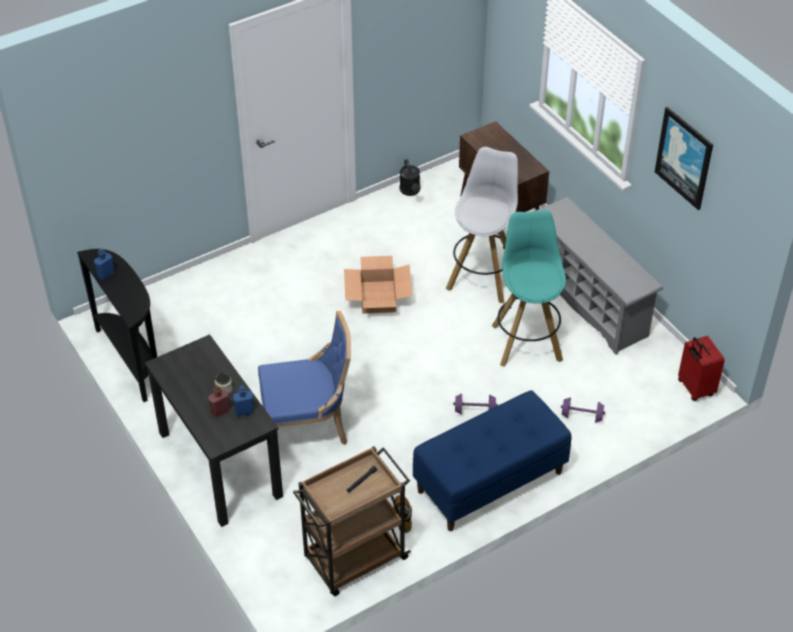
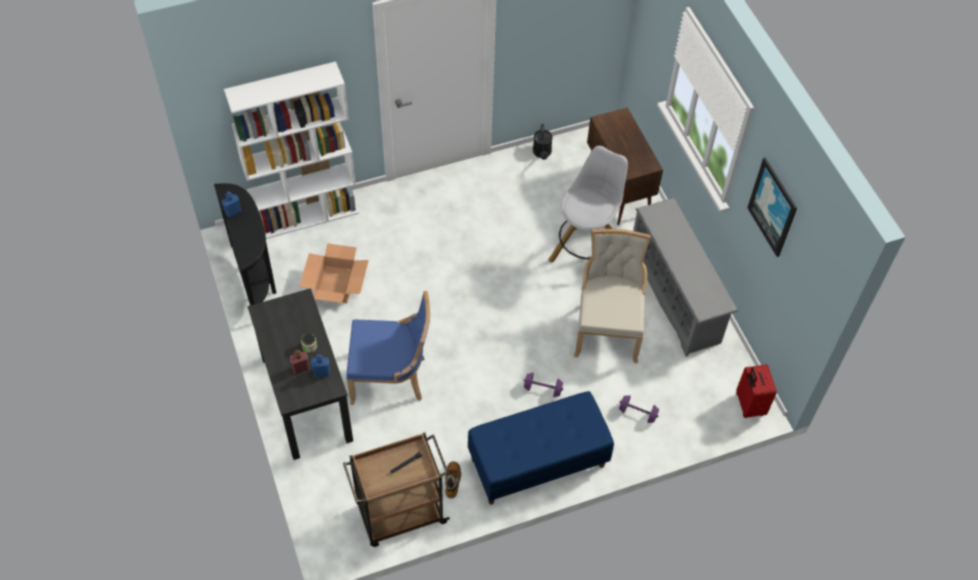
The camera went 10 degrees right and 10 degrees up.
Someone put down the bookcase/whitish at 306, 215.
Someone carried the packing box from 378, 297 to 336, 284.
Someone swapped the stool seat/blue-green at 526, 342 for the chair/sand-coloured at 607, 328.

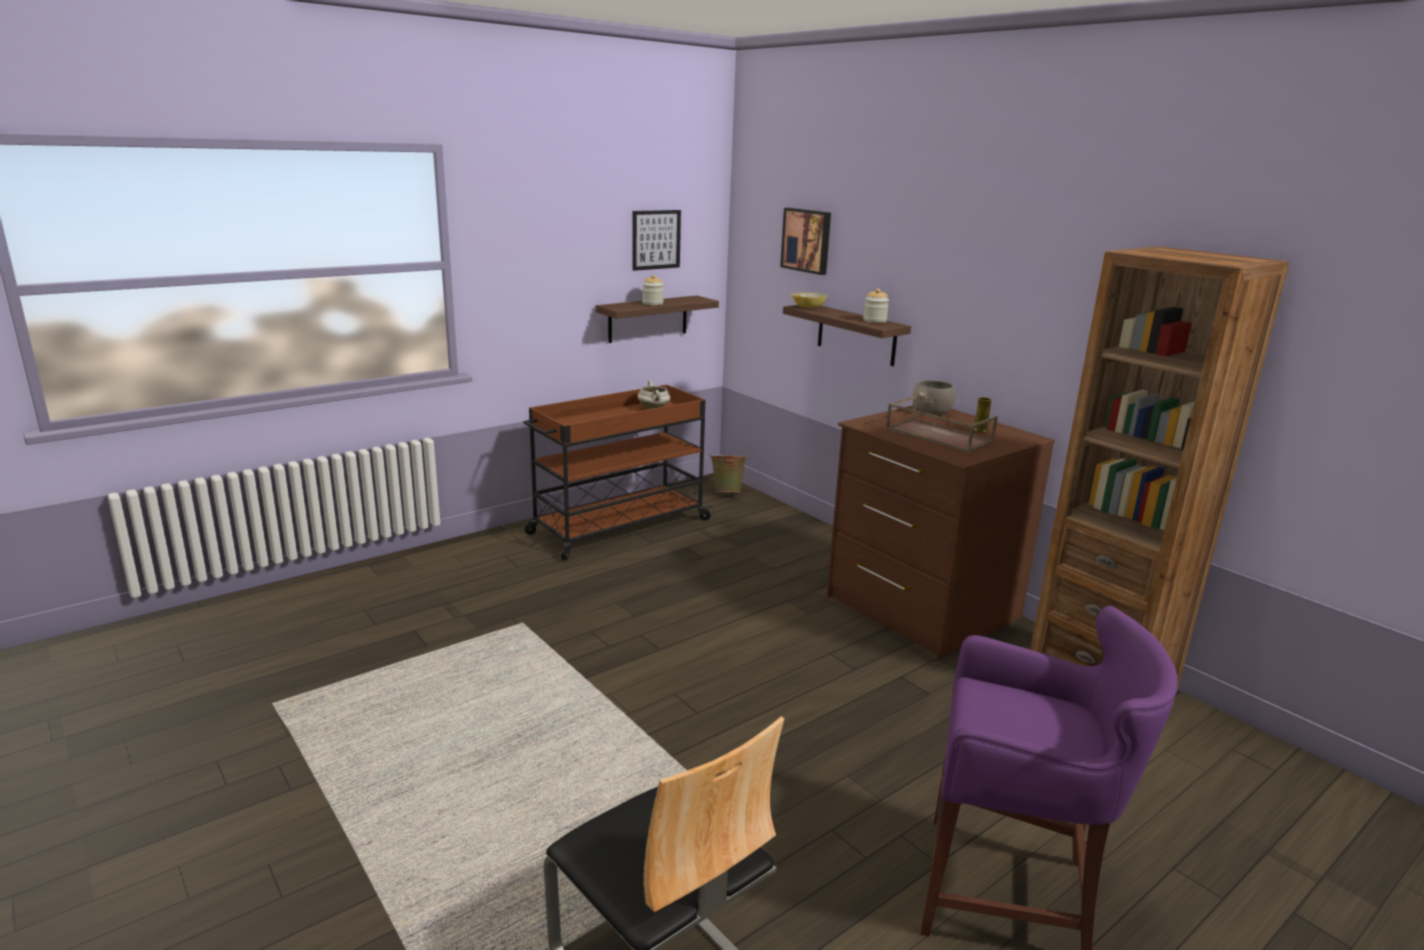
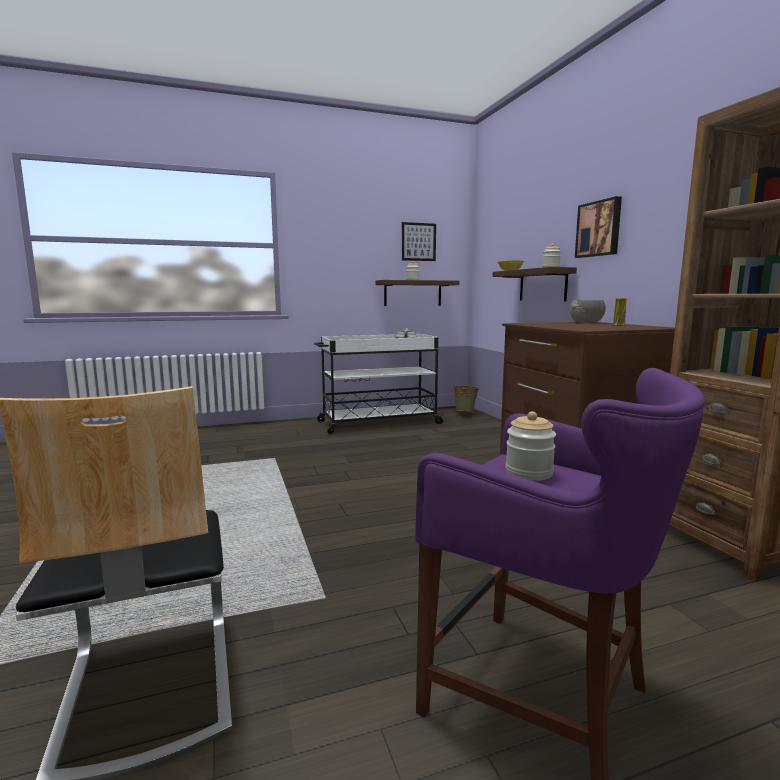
The camera went 20 degrees right and 10 degrees down.
Someone took away the serving tray/brown at 937, 435.
Someone put down the preserve jar at 529, 473.
Someone carried the wall art from 807, 240 to 599, 229.
Someone repainted the cart/brown at 617, 527, which became the cart/whitish at 378, 423.

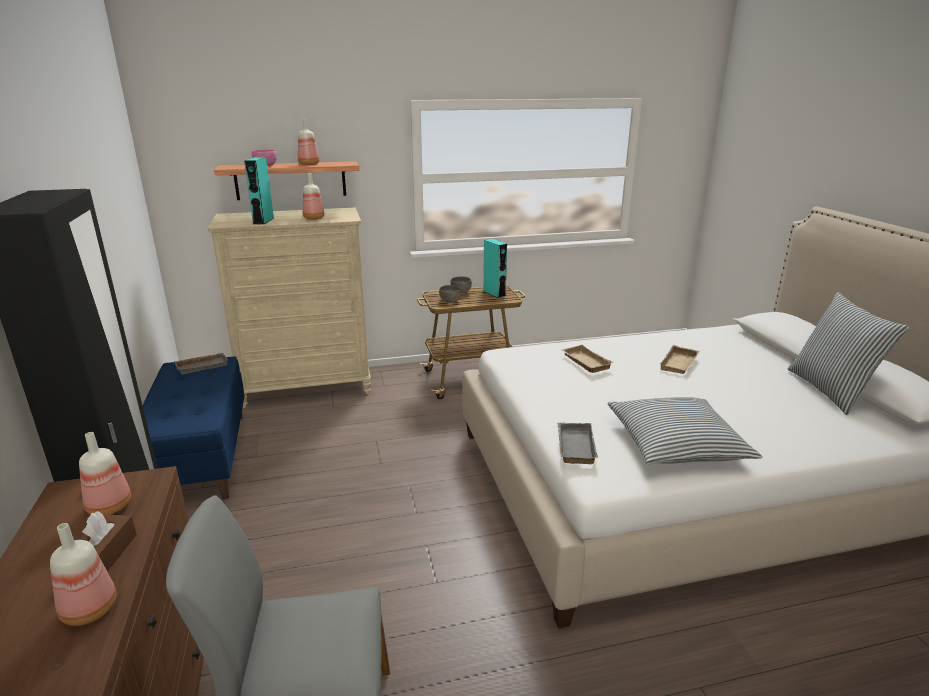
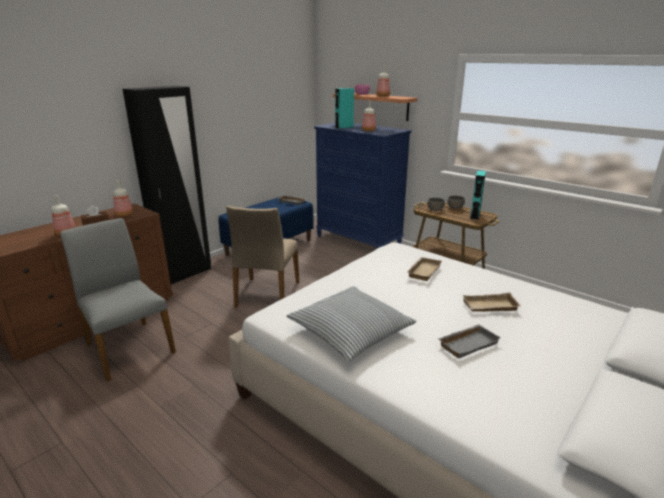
The camera went 55 degrees right and 0 degrees up.
Someone took away the throw pillow at 831, 391.
Someone put down the chair/sand-coloured at 266, 294.
Someone carried the serving tray/gray from 573, 446 to 467, 343.
Someone repainted the drawer chest/sand-coloured at 307, 387, which became the drawer chest/bluish at 358, 240.

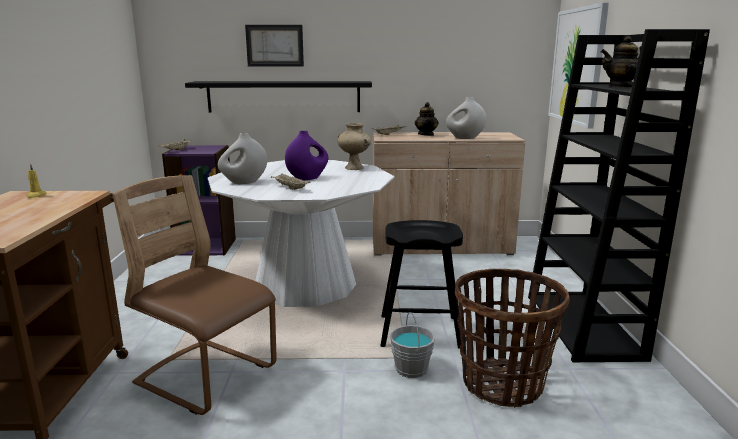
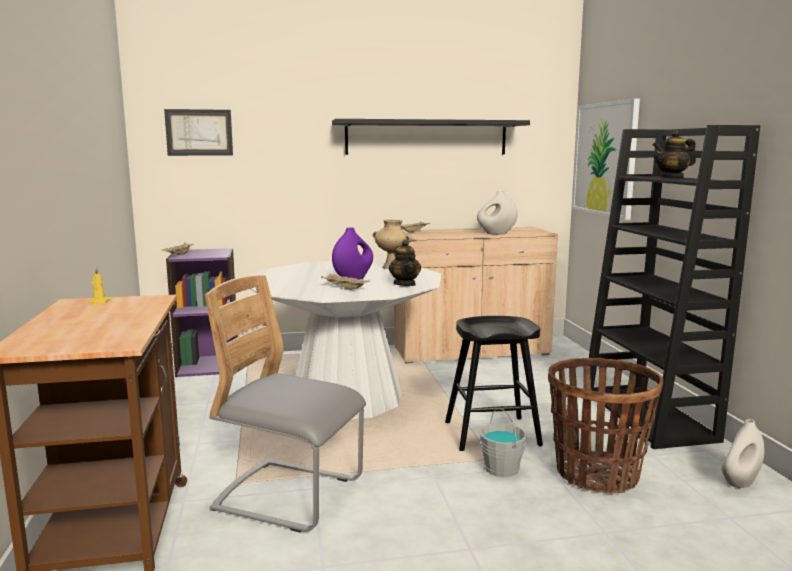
The camera went 10 degrees left and 5 degrees down.
Someone carried the bracket shelf/black-coloured from 283, 96 to 426, 137.
Someone carried the vase/whitish from 244, 182 to 740, 482.
Someone carried the wall art from 275, 45 to 199, 132.
Someone carried the teapot from 426, 135 to 405, 284.
Someone repainted the chair/brown at 207, 377, which became the chair/gray at 289, 496.

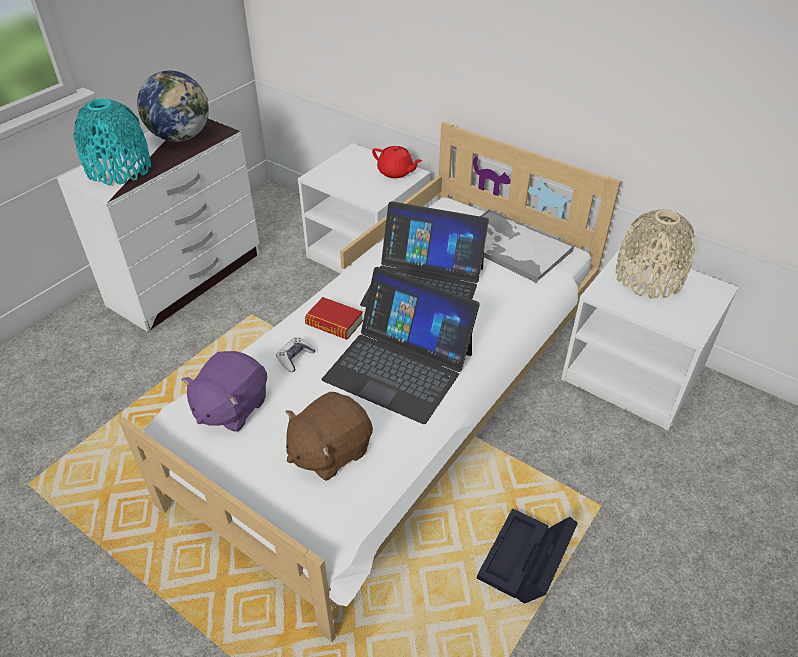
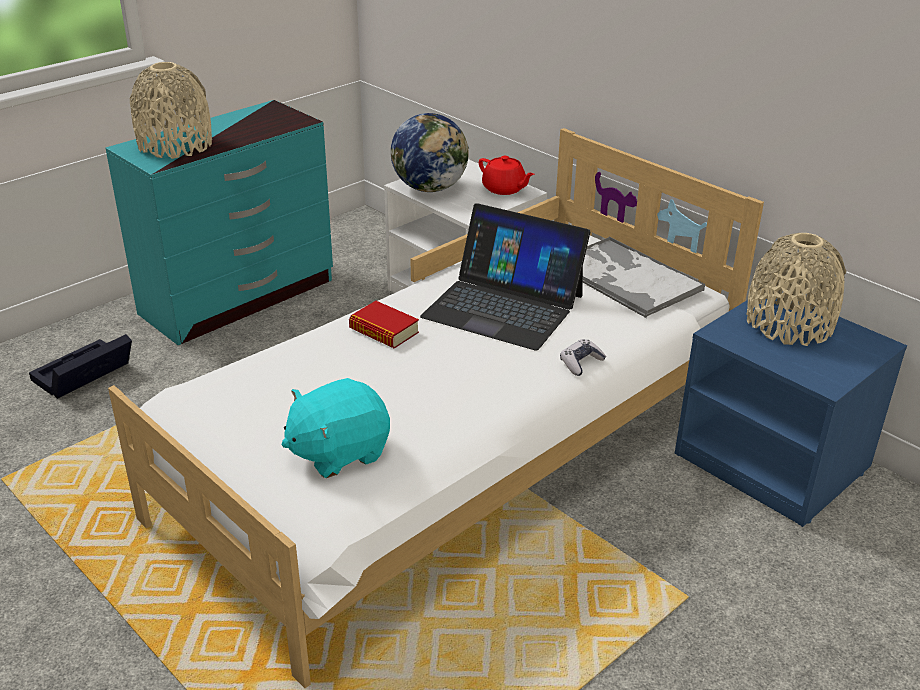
The camera went 10 degrees right and 10 degrees down.
Someone took away the soft toy/purple-coloured at 231, 407.
Someone took away the notebook computer at 399, 366.
Someone carried the world globe from 181, 137 to 430, 188.
Someone carried the gamepad from 295, 358 to 581, 363.
Someone carried the storage box/black-coloured from 524, 563 to 82, 376.
Someone repainted the drawer chest/whitish at 188, 279, which became the drawer chest/blue-green at 240, 297.
Someone repainted the vase/blue-green at 119, 169, which became the vase/sand-coloured at 175, 145.
Someone repainted the soft toy/brown at 329, 451, which became the soft toy/blue-green at 338, 452.
Someone repainted the bedside table/whitish at 633, 375, which became the bedside table/bluish at 774, 461.

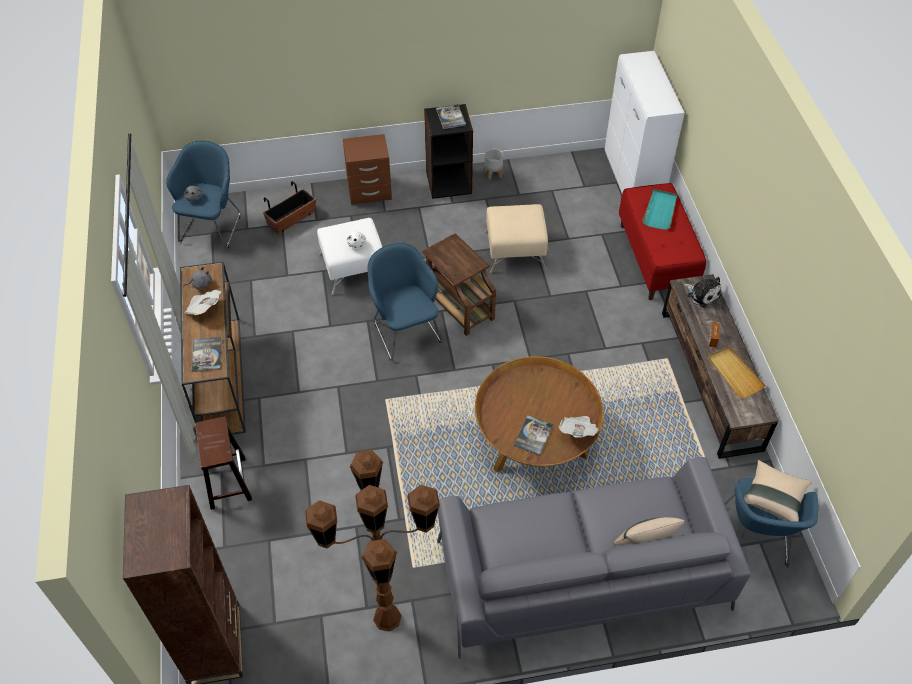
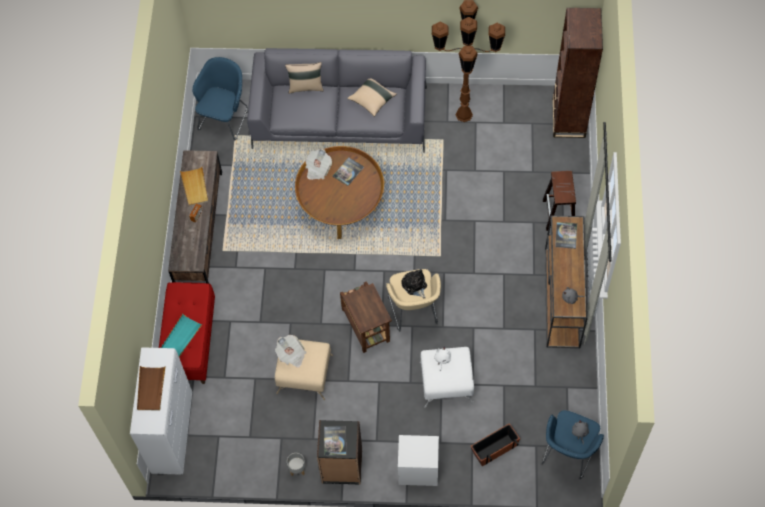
The camera went 165 degrees left and 10 degrees up.
Someone put down the serving tray/brown at 151, 389.
Someone carried the newspaper from 204, 308 to 291, 355.
Someone carried the soft toy from 702, 294 to 414, 285.
Someone carried the throw pillow/sand-coloured from 774, 497 to 372, 100.
Someone repainted the bedside table/brown at 369, 191, which became the bedside table/whitish at 418, 470.
Someone repainted the armchair/bluish at 405, 330, which became the armchair/sand-coloured at 414, 311.

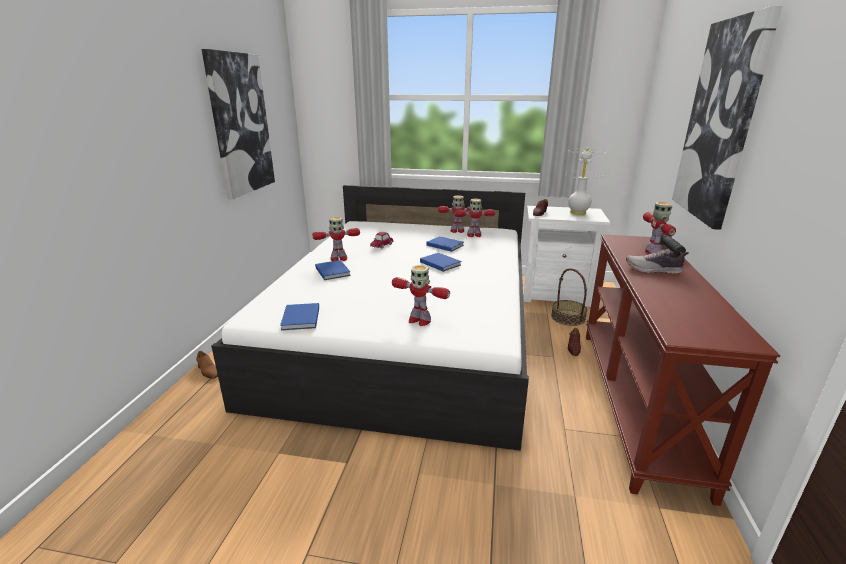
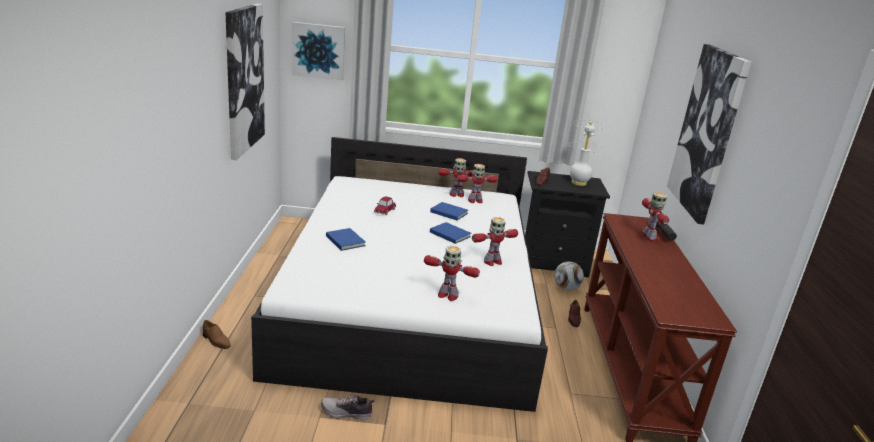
The camera went 10 degrees left and 0 degrees up.
Someone took away the book/bluish at 300, 319.
Someone put up the wall art at 318, 51.
Someone carried the model robot from 338, 259 to 492, 262.
Someone carried the low shoe from 653, 270 to 347, 413.
Someone swapped the storage basket at 568, 317 for the ball for football at 566, 288.
Someone repainted the bedside table/whitish at 556, 294, which became the bedside table/black-coloured at 552, 263.

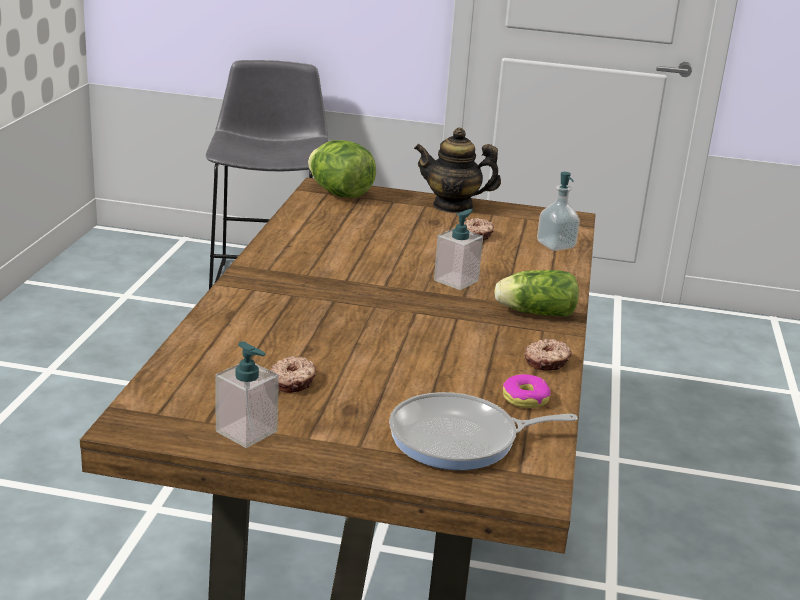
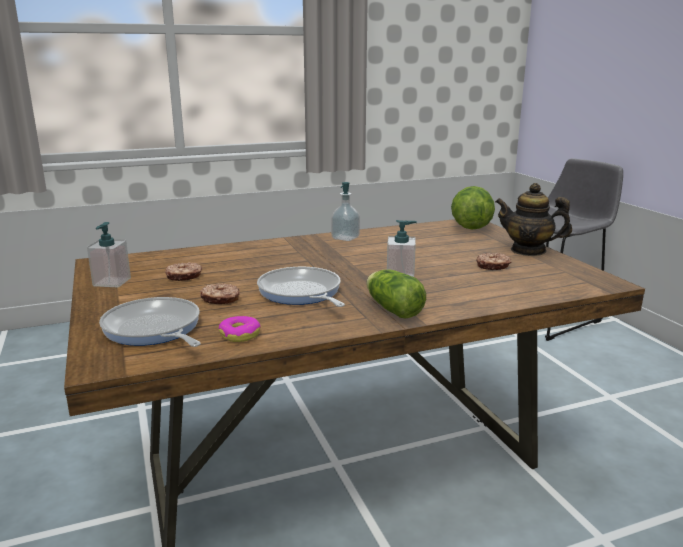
The camera went 60 degrees right and 5 degrees down.
Someone put down the frying pan at 301, 293.
Someone carried the doughnut from 547, 362 to 220, 299.
Someone carried the liquid soap bottle from 555, 245 to 345, 238.
Someone rotated the teapot at 453, 206 by 45 degrees counterclockwise.

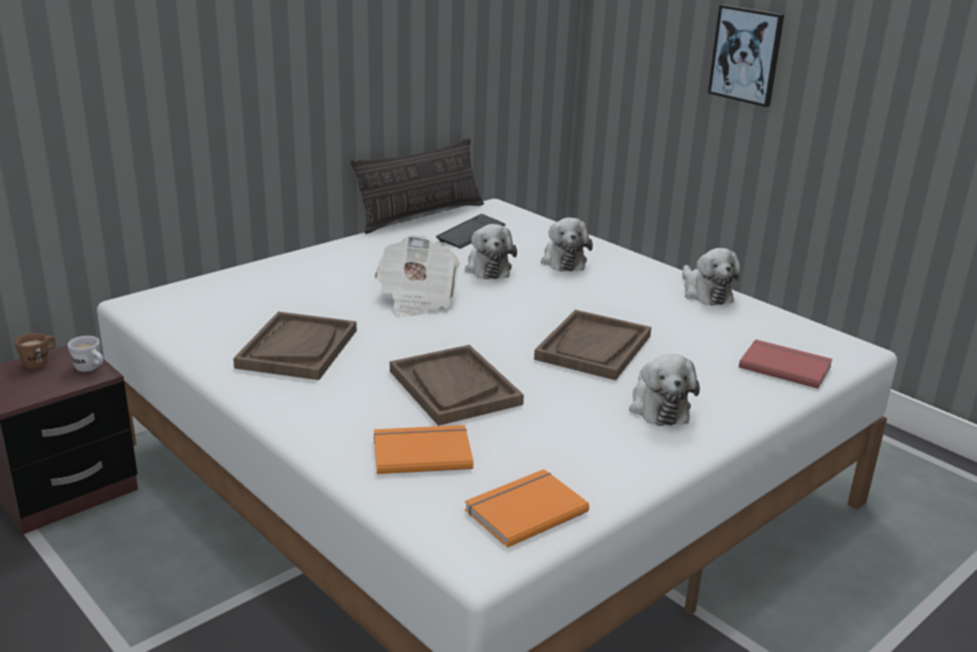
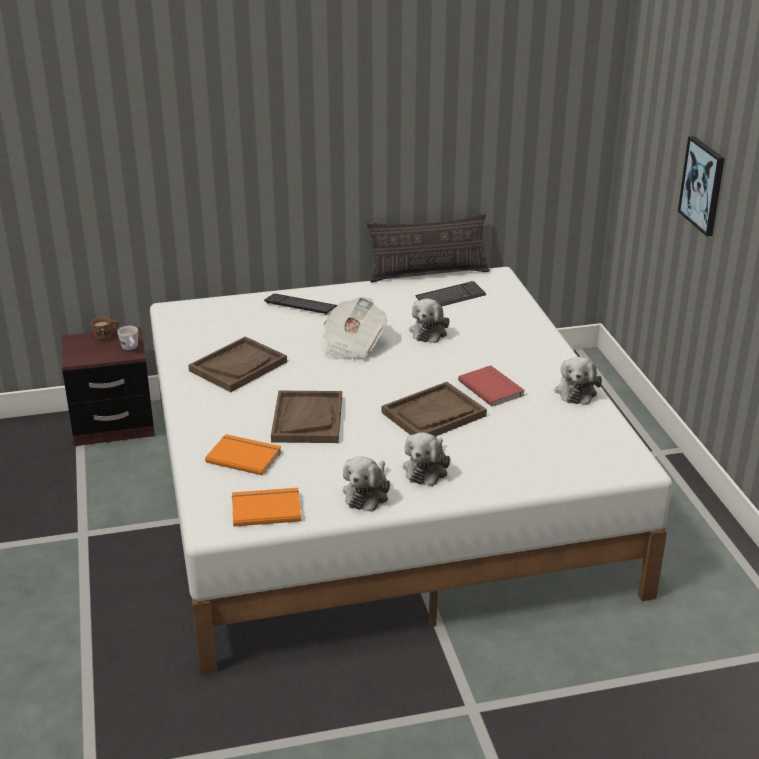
The camera went 30 degrees right and 5 degrees up.
Someone put down the computer keyboard at 300, 305.
Someone carried the soft toy from 563, 261 to 367, 493.
Someone carried the book/reddish from 785, 366 to 492, 387.

